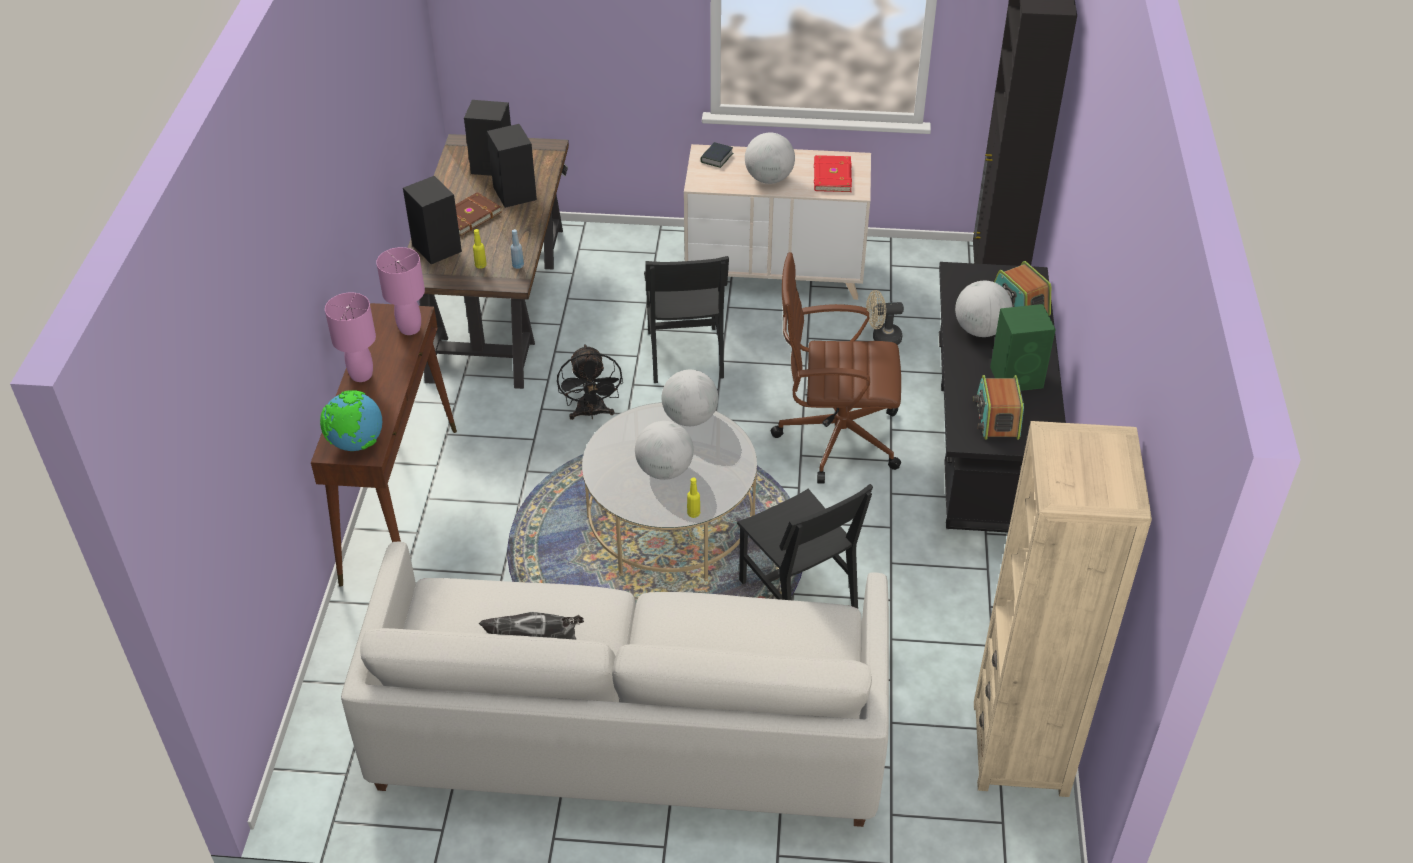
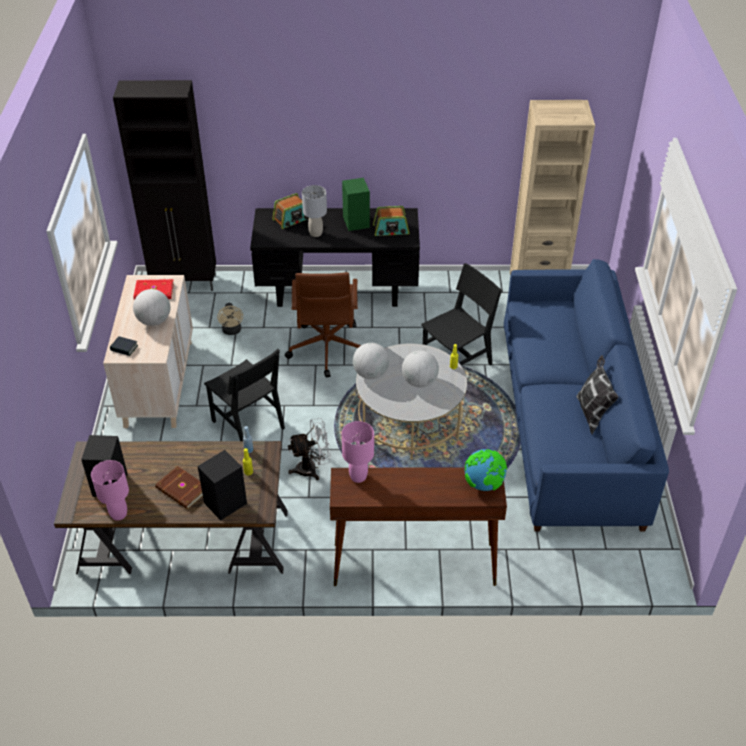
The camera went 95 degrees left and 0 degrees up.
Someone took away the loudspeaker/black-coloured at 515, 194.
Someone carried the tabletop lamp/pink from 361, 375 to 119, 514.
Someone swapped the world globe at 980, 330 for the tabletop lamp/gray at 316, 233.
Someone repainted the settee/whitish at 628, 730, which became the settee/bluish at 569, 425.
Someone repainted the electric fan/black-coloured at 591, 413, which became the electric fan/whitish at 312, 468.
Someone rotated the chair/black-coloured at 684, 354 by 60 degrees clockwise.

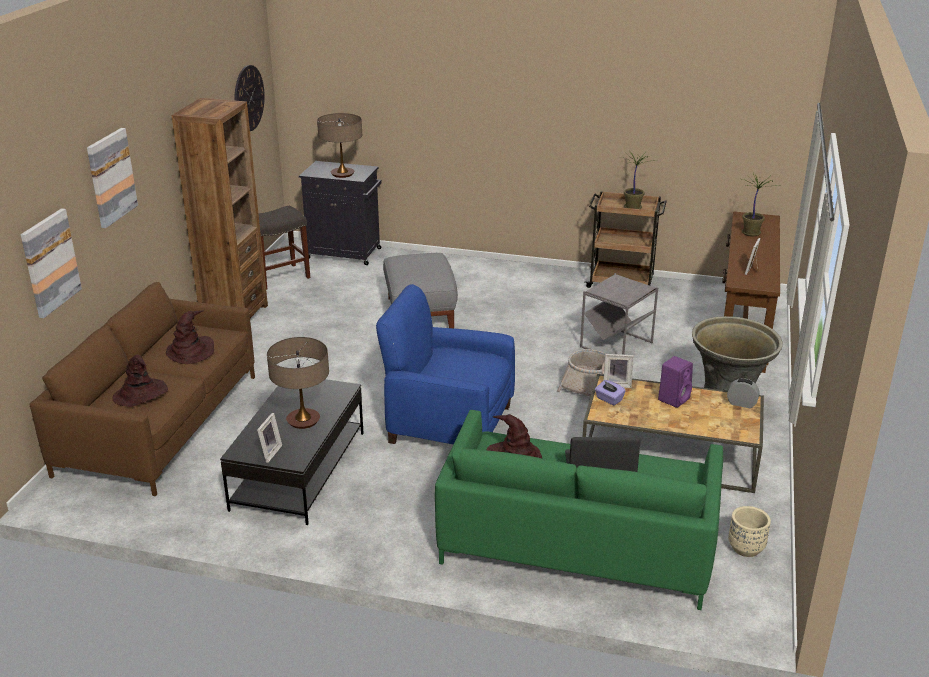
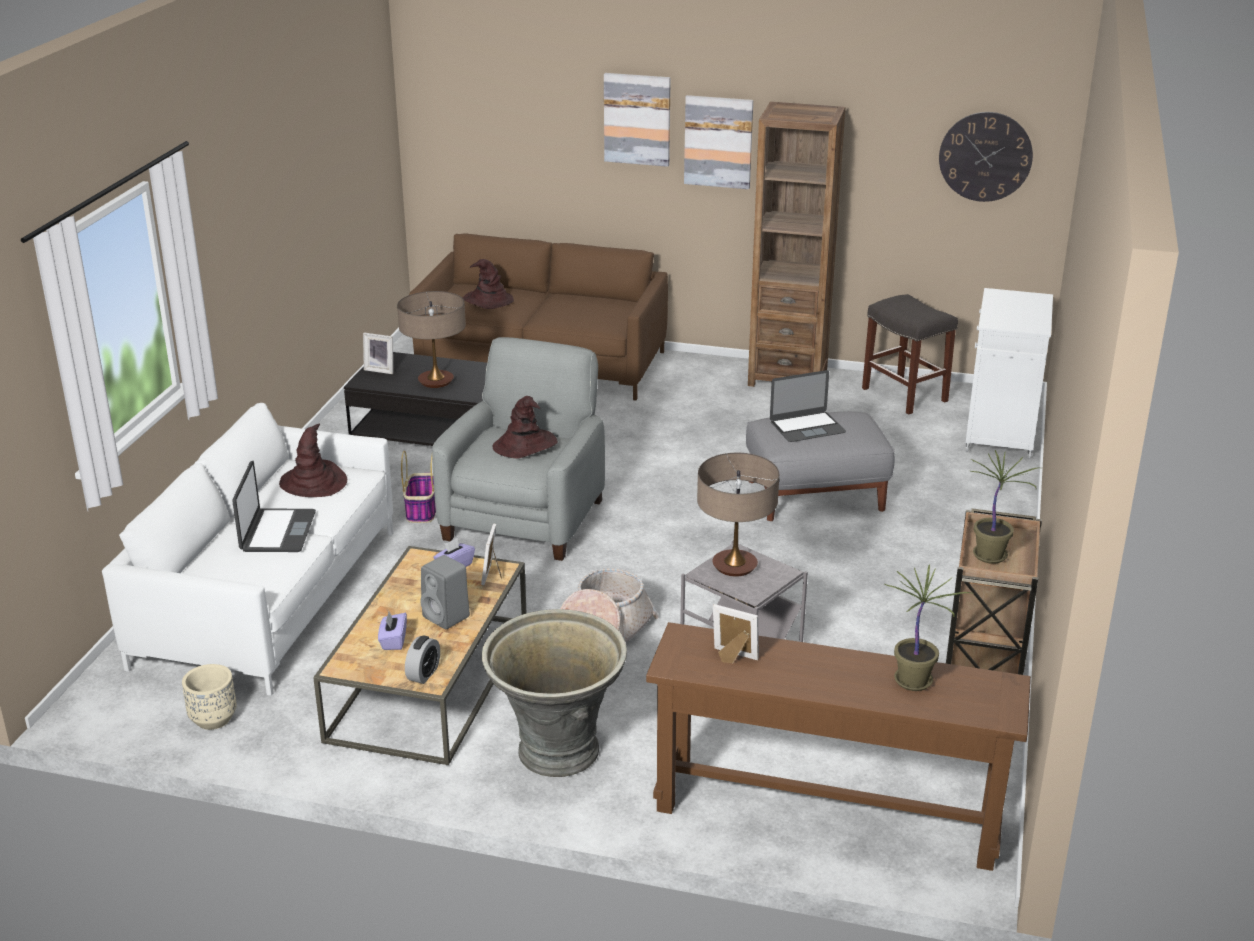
The camera went 90 degrees right and 0 degrees up.
Someone put down the tissue box/purple-coloured at 393, 641.
Someone put down the storage basket at 422, 510.
Someone put down the notebook computer at 807, 427.
Someone carried the wall art from 50, 262 to 718, 141.
Someone carried the wearable hat/brown from 191, 351 to 525, 445.
Someone carried the tabletop lamp from 342, 174 to 734, 566.
Someone repainted the cupboard/black-coloured at 345, 253, which became the cupboard/whitish at 1000, 434.
Someone repainted the armchair/bluish at 448, 423, which became the armchair/gray at 525, 518.
Someone repainted the settee/green at 577, 542, which became the settee/whitish at 269, 597.
Someone repainted the loudspeaker/purple-coloured at 674, 399, which became the loudspeaker/gray at 447, 617.

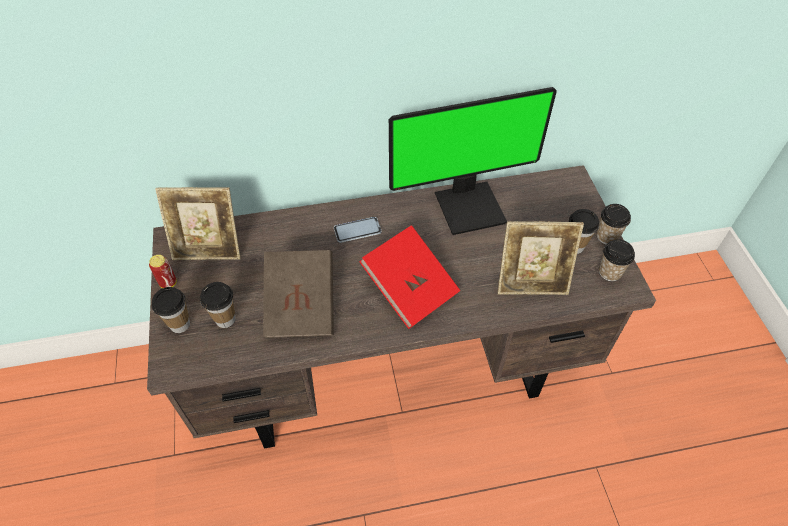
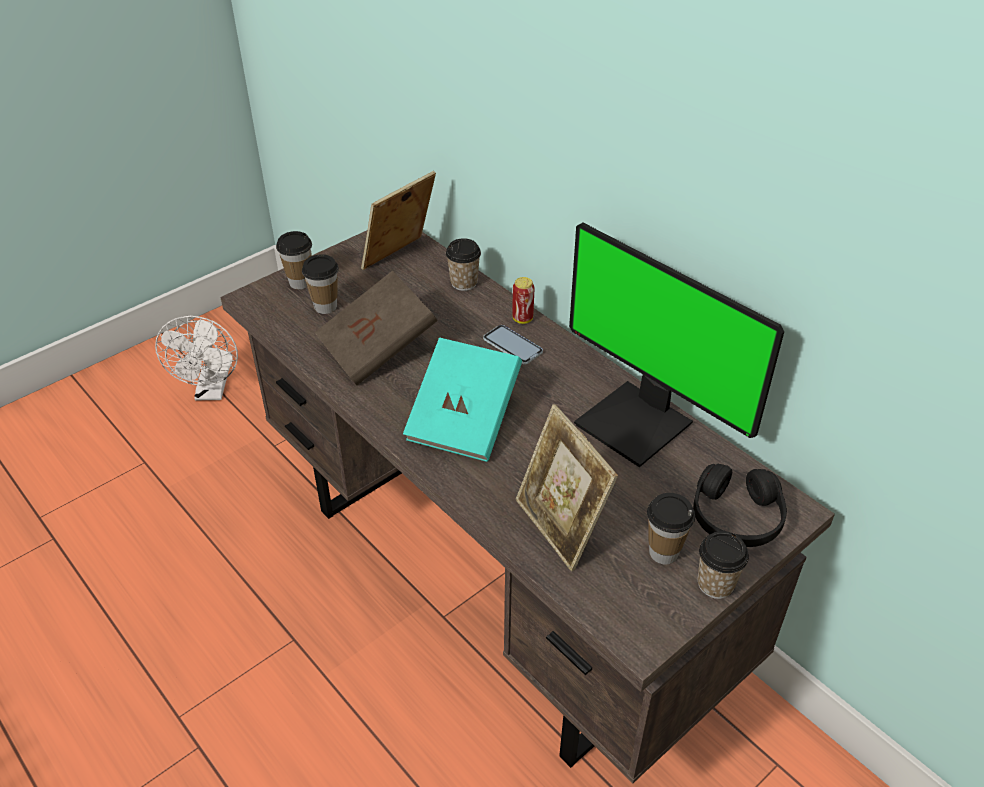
The camera went 60 degrees right and 10 degrees down.
Someone put down the electric fan/whitish at 211, 391.
Someone put down the headset/black-coloured at 736, 517.
Someone carried the metal can from 168, 283 to 522, 319.
Someone carried the drinking cup from 610, 272 to 464, 283.
Someone repainted the book/reddish at 410, 288, which became the book/blue-green at 464, 420.
Someone rotated the picture frame at 209, 249 by 75 degrees clockwise.

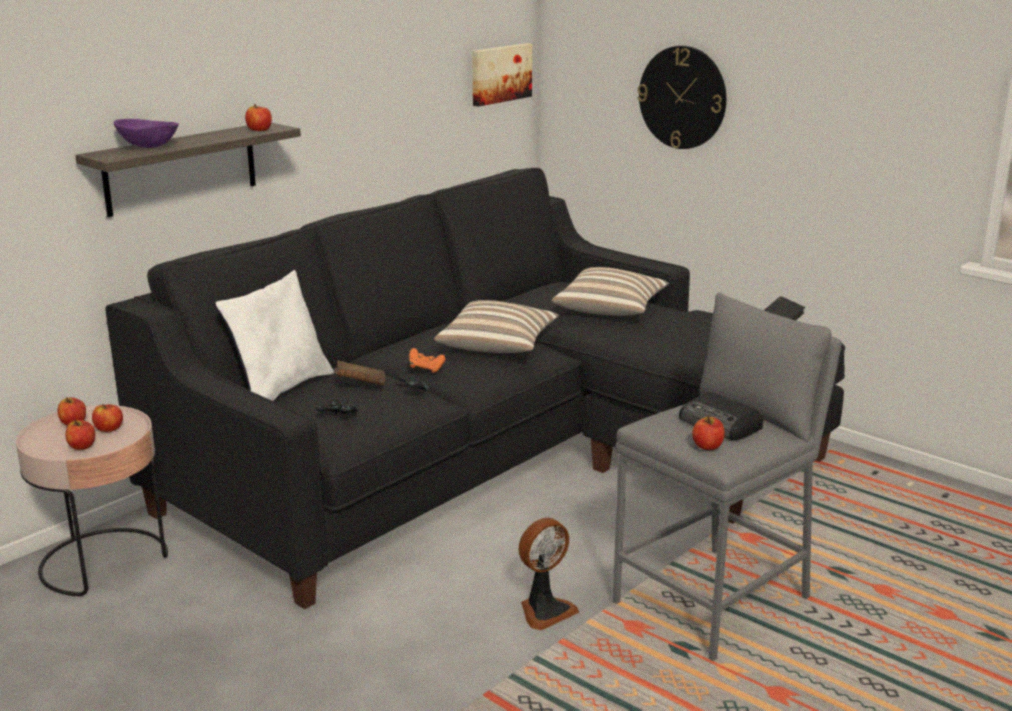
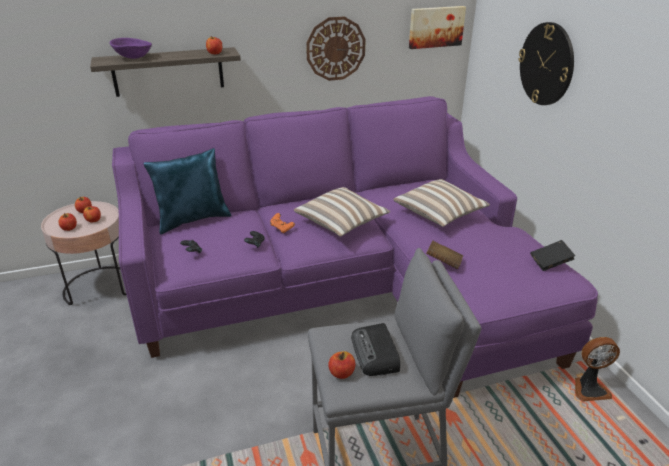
The camera went 30 degrees right and 10 degrees up.
Someone put up the hanging clock at 335, 49.
Someone carried the book/brown from 360, 385 to 443, 262.
Someone carried the electric fan from 545, 610 to 589, 389.
Someone repainted the settee/black-coloured at 494, 460, which became the settee/purple-coloured at 345, 289.
Someone repainted the throw pillow/whitish at 281, 390, which became the throw pillow/bluish at 193, 220.

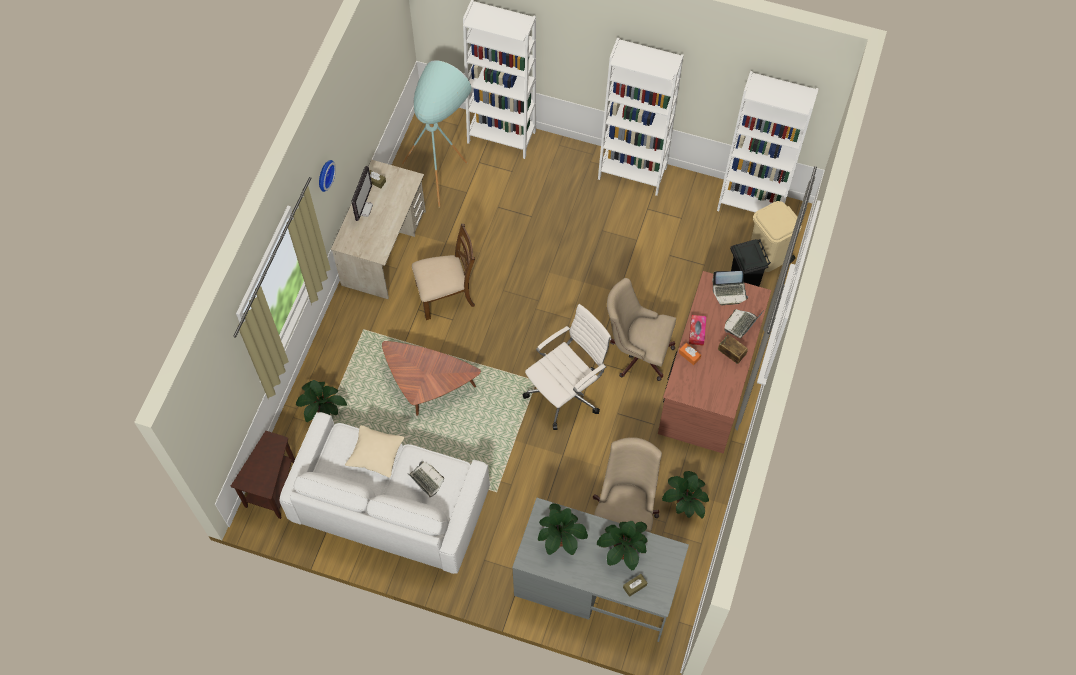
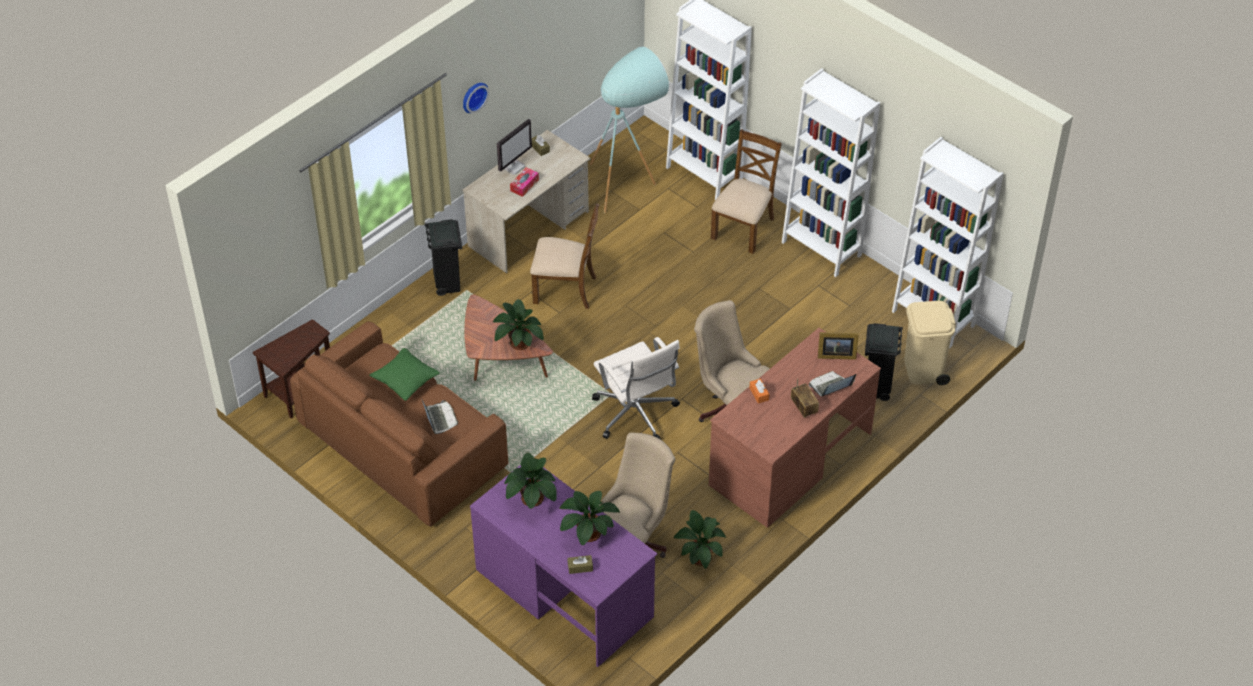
The camera went 25 degrees right and 15 degrees down.
Someone put down the waste bin/black-coloured at 447, 284.
Someone put down the chair/brown at 744, 228.
Someone carried the potted plant from 322, 409 to 518, 341.
Someone carried the tissue box from 697, 332 to 524, 185.
Someone swapped the notebook computer at 729, 292 for the picture frame at 835, 354.
Someone repainted the settee/whitish at 389, 504, which became the settee/brown at 401, 446.
Someone repainted the throw pillow/sand-coloured at 376, 454, which became the throw pillow/green at 405, 380.
Someone repainted the desk table/gray at 596, 584, which became the desk table/purple-coloured at 564, 592.
Someone rotated the computer chair/whitish at 566, 392 by 75 degrees clockwise.

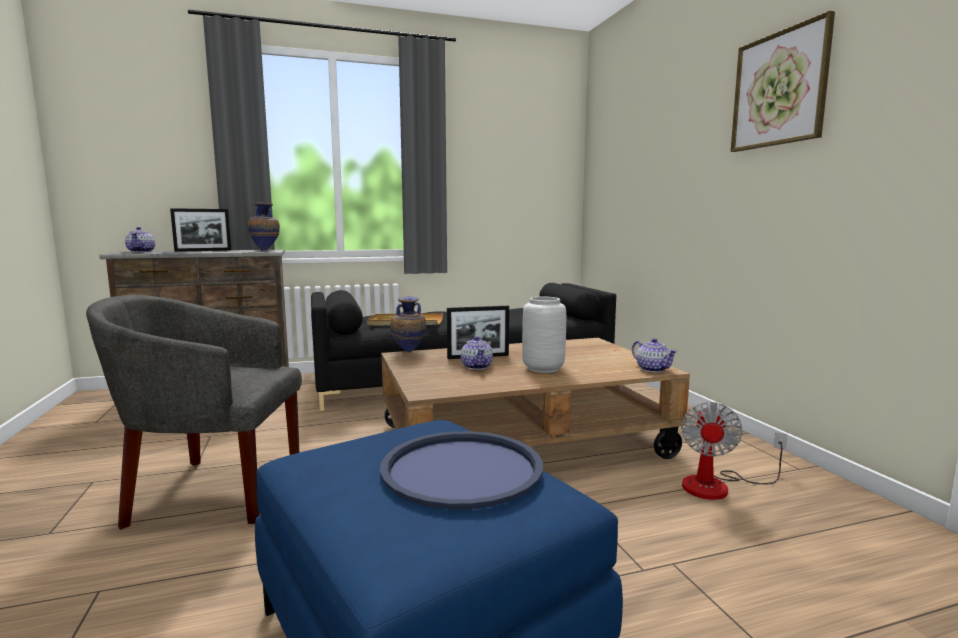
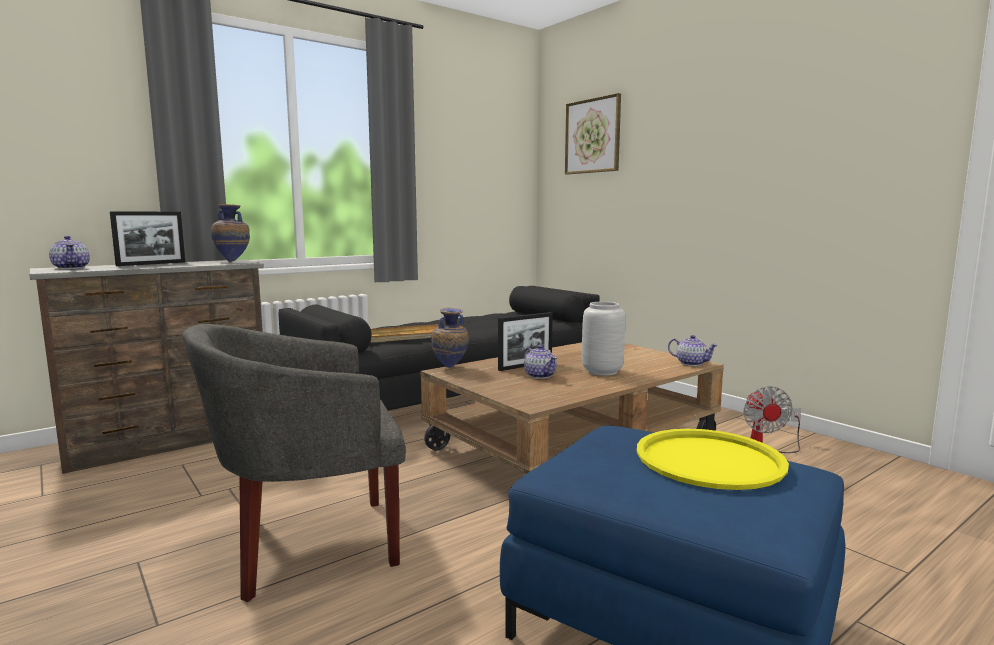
The camera went 20 degrees left and 0 degrees up.
Someone carried the wall art from 779, 89 to 592, 136.
Someone repainted the serving tray/bluish at 461, 469, which became the serving tray/yellow at 709, 460.

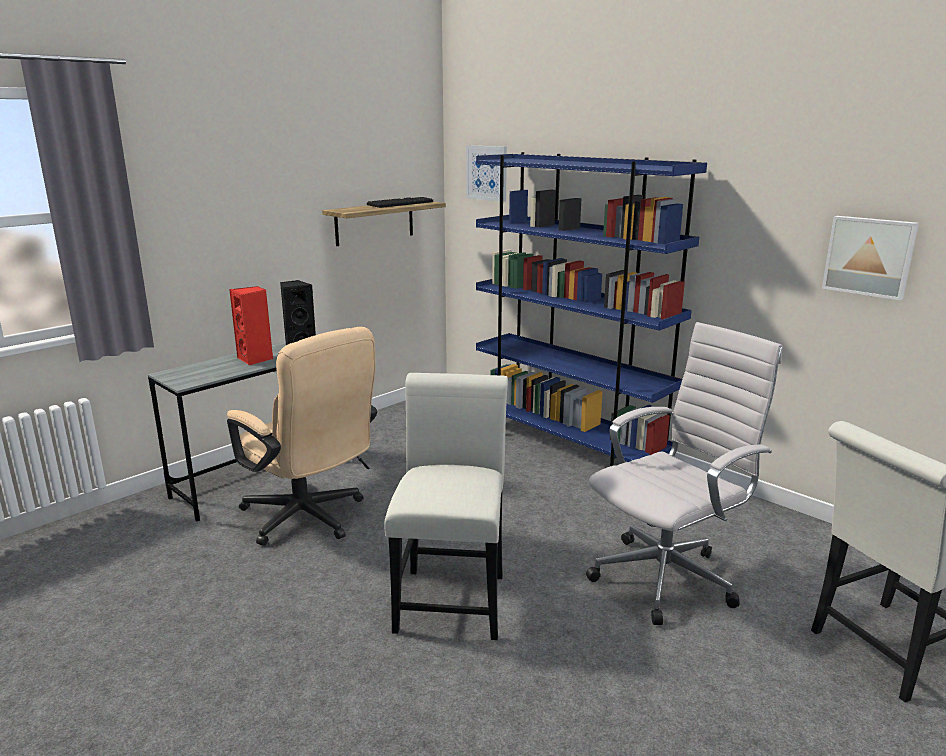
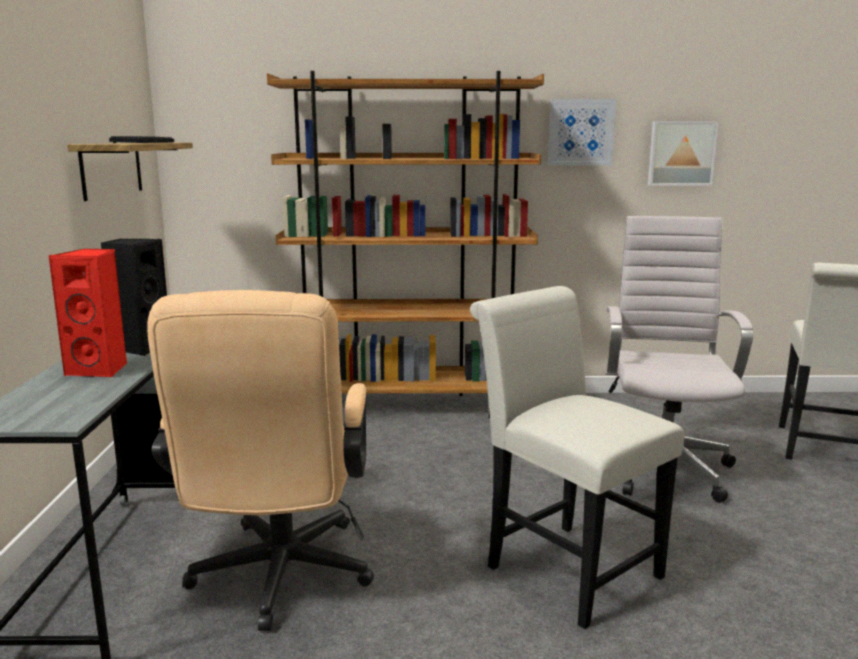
The camera went 45 degrees left and 5 degrees down.
Someone carried the wall art from 487, 173 to 581, 132.
Someone repainted the bookcase/bluish at 569, 446, which became the bookcase/brown at 409, 406.
Someone rotated the computer chair/sand-coloured at 309, 519 by 90 degrees clockwise.

